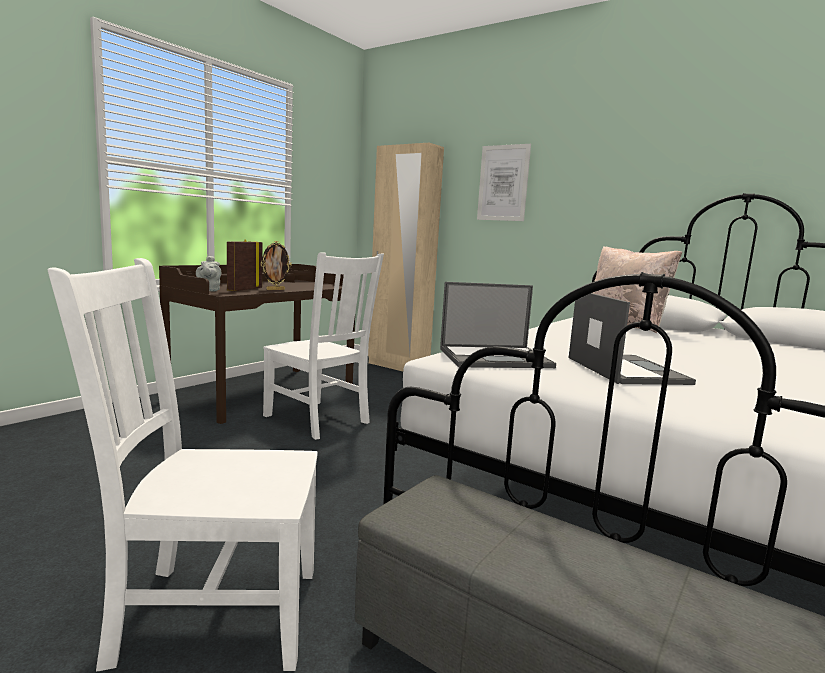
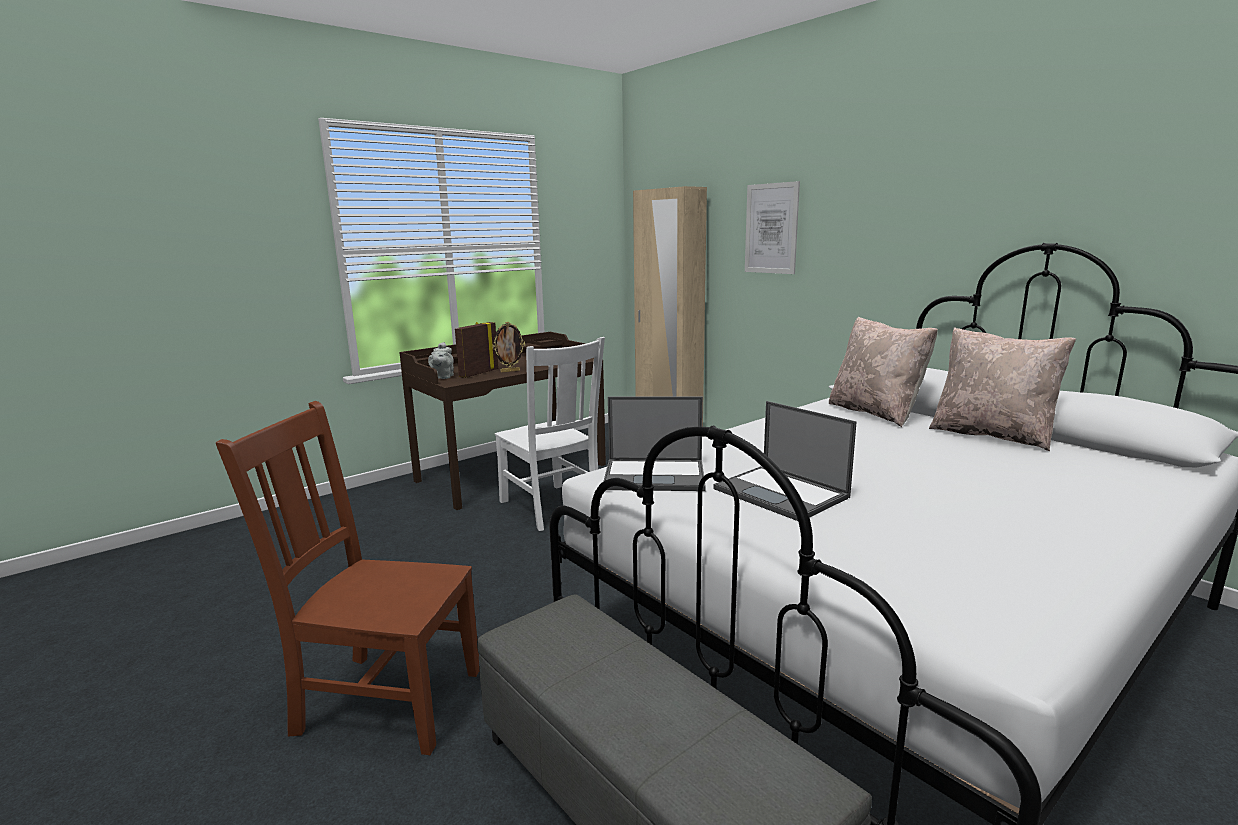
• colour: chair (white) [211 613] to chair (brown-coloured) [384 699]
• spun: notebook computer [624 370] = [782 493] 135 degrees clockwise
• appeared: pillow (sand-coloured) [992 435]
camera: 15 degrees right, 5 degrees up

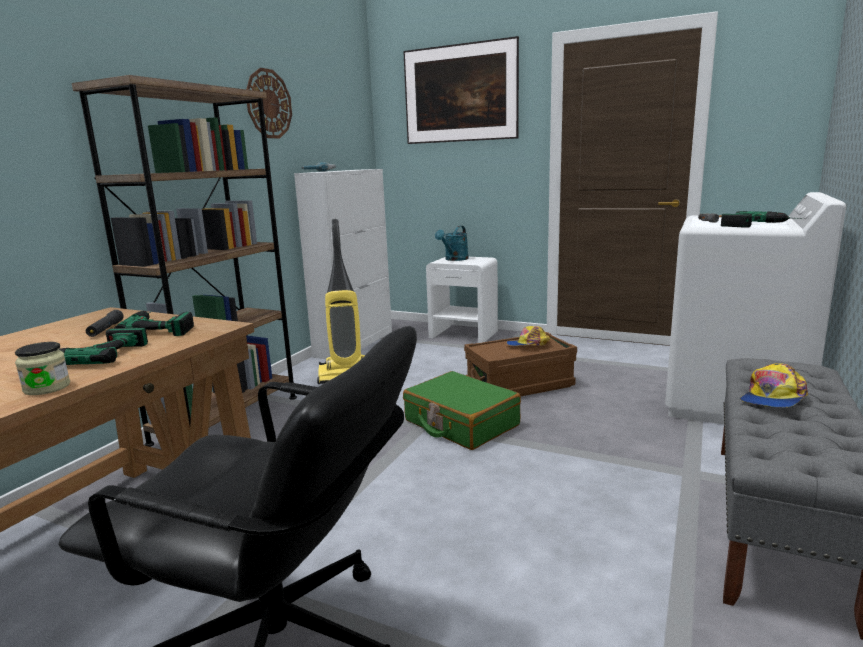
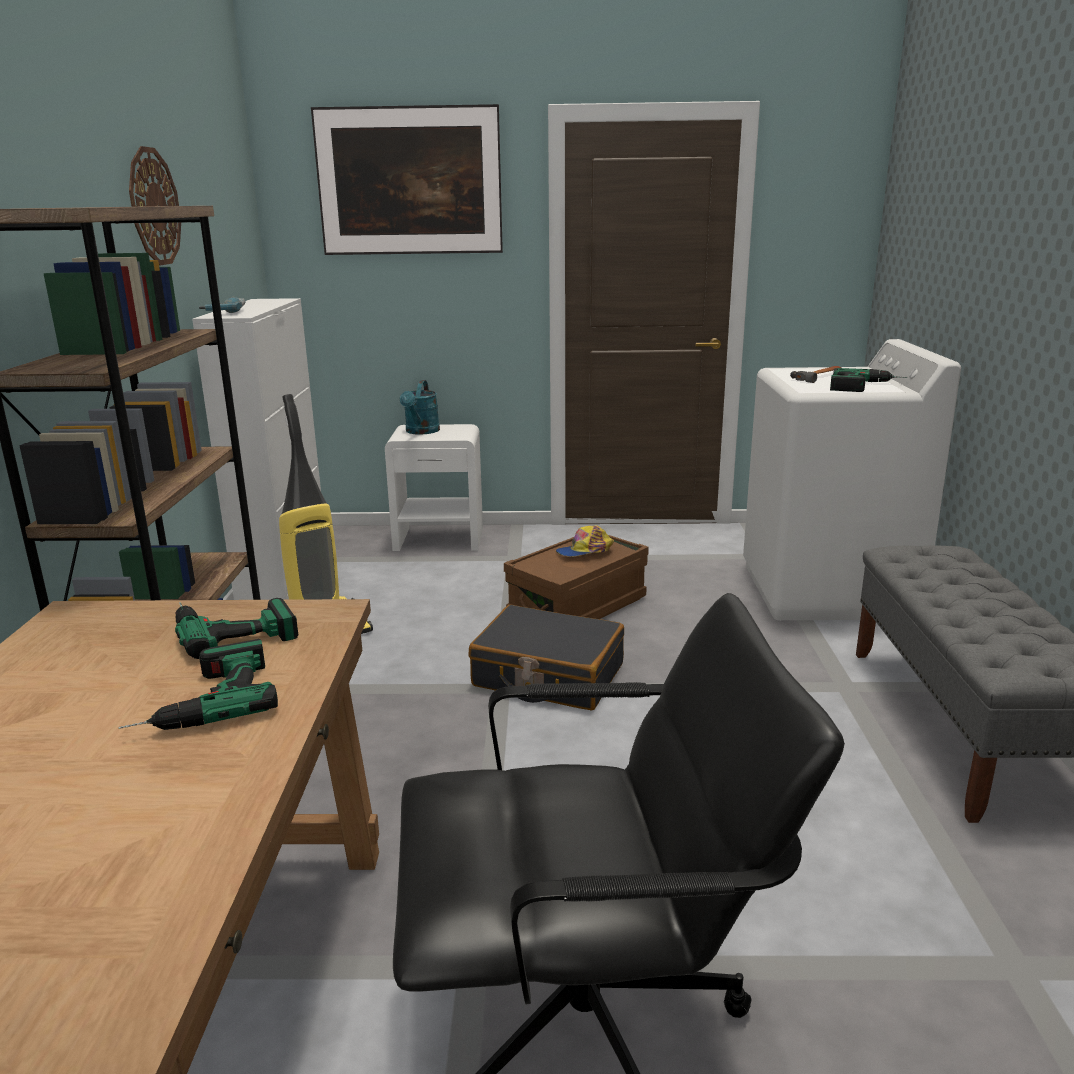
• missing: storage jar [47 388]
• missing: flashlight (blackish) [106 329]
• colour: travel case (green) [461 423] to travel case (blackish) [548 676]
• missing: cap [773 398]
camera: 25 degrees left, 5 degrees up

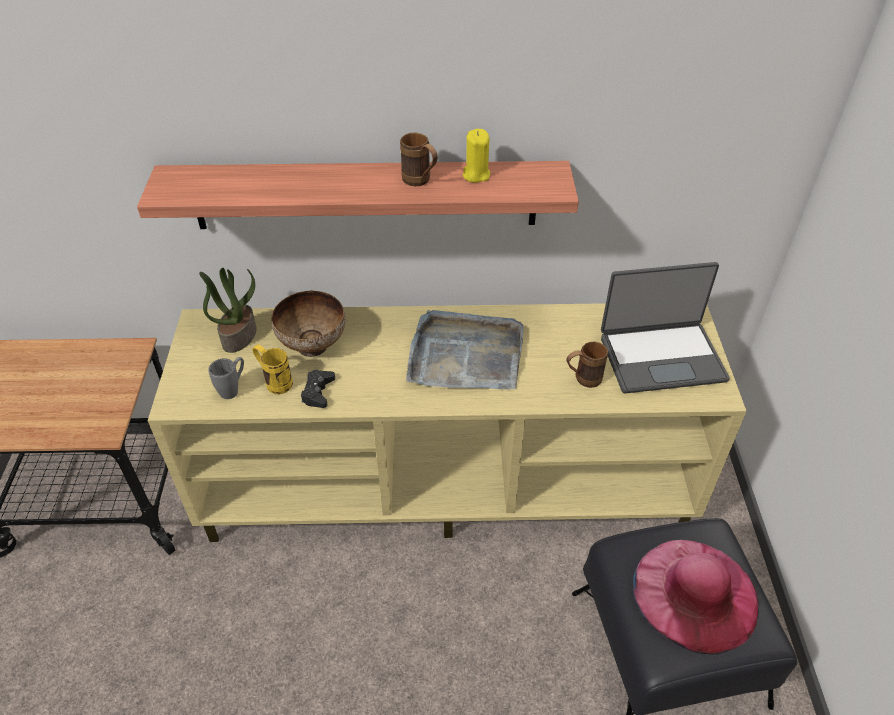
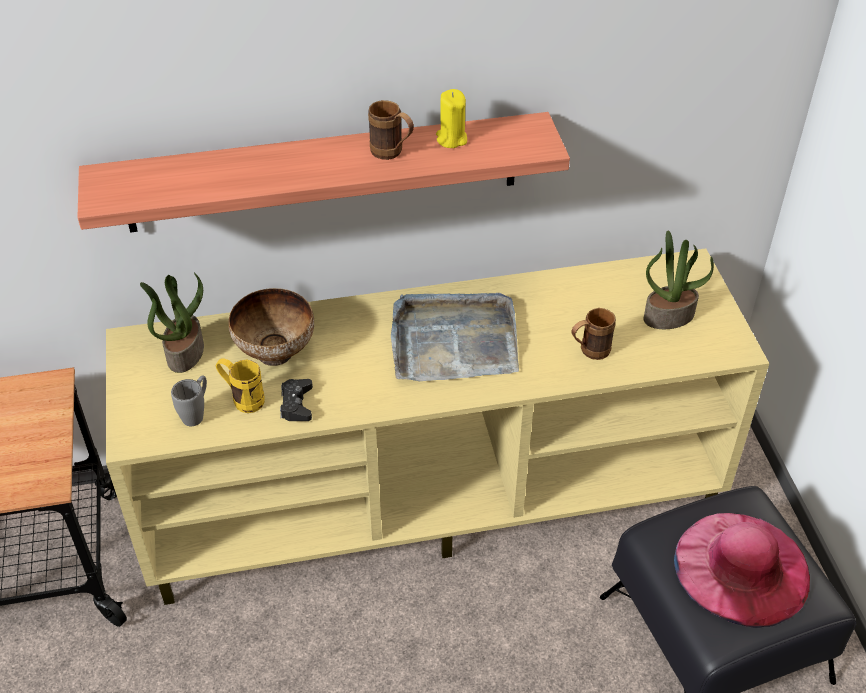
• exchanged: notebook computer [661 357] to plant in a pot [669 316]
camera: 10 degrees left, 0 degrees up

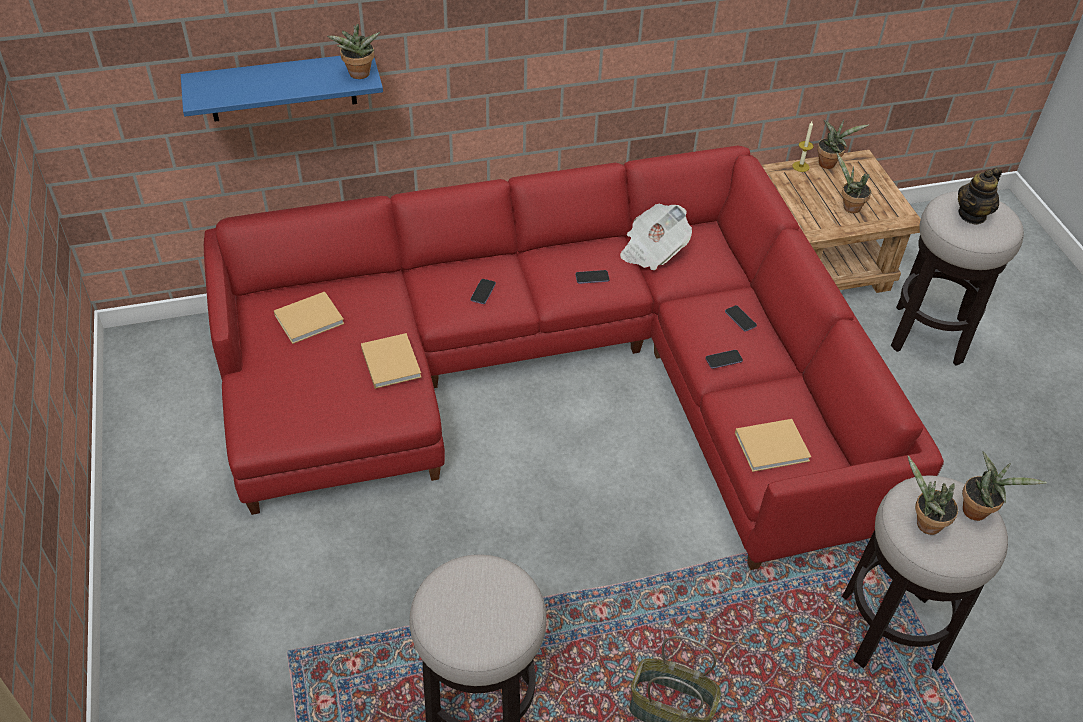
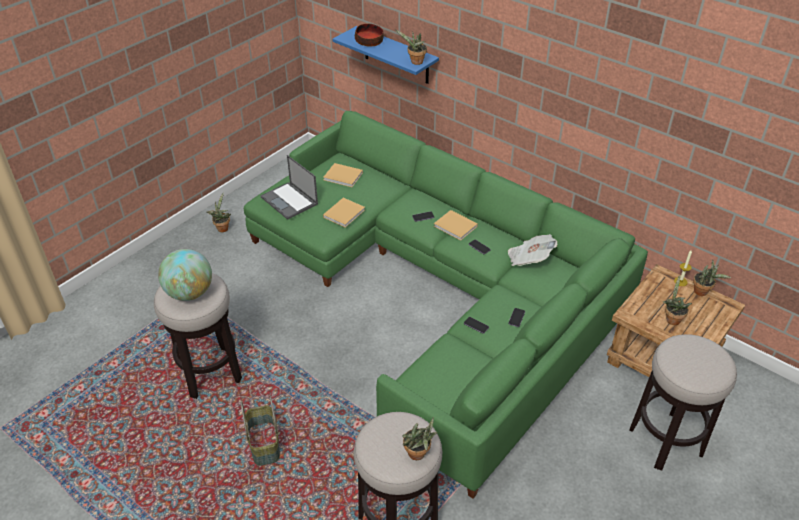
• colour: couch (reddish) [556 372] to couch (green) [439 290]
• relocated: volume (sand-coloured) [773 446] to [456 227]
• relocated: plant in a pot [924 524] to [222 228]
• missing: teapot [972 215]
• appeared: world globe [190 293]
• appeared: notebook computer [290 201]
• appeared: deep dish [369 41]
camera: 55 degrees right, 5 degrees down

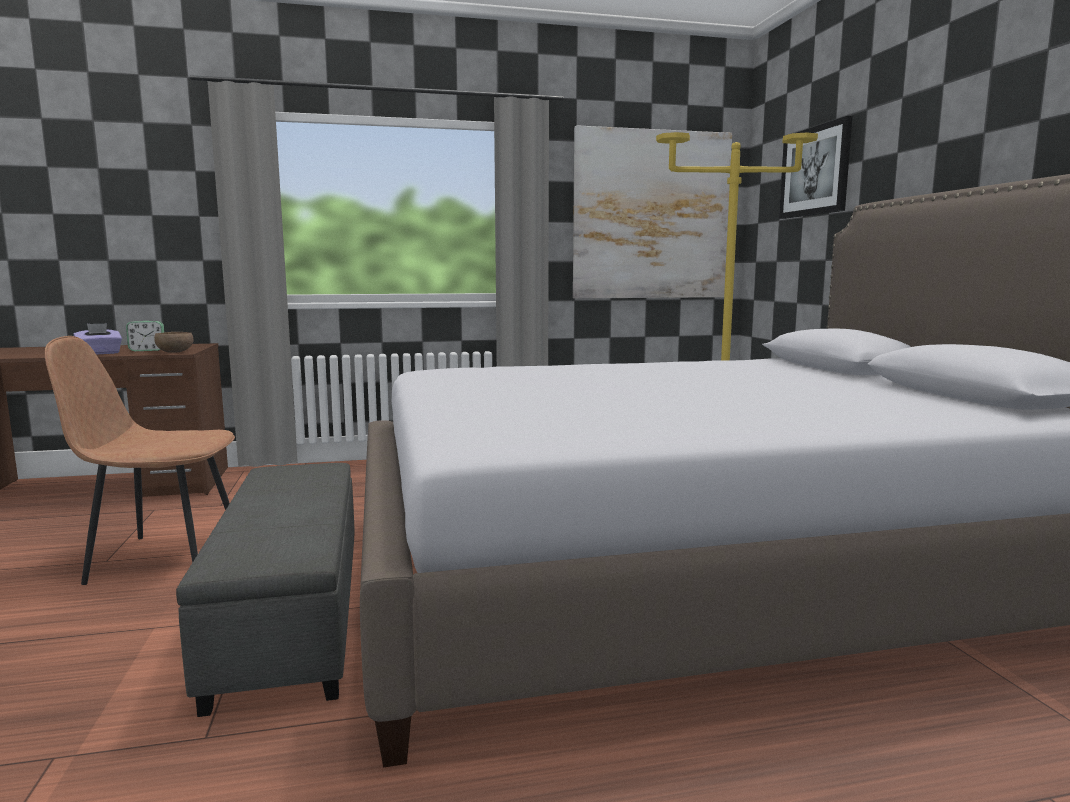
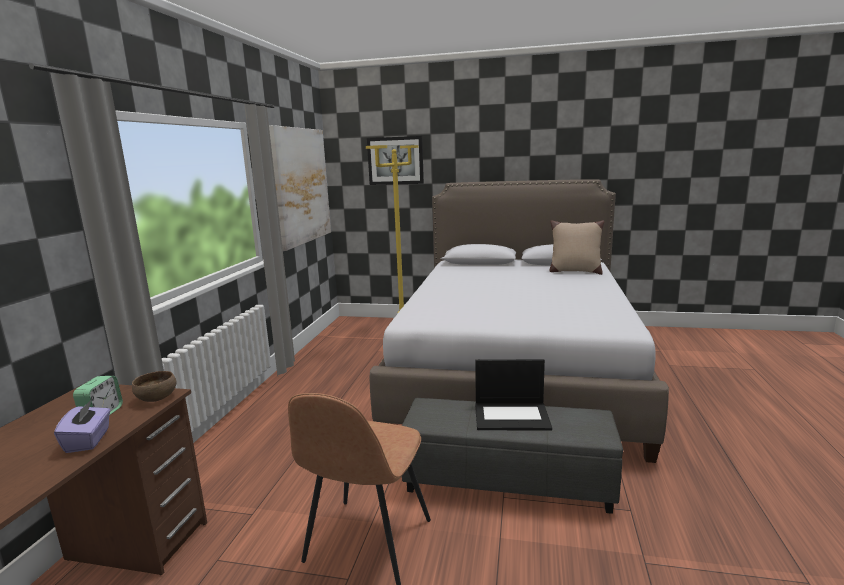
• appeared: notebook computer [512 416]
• appeared: pillow (sand-coloured) [574 271]
camera: 65 degrees left, 5 degrees up

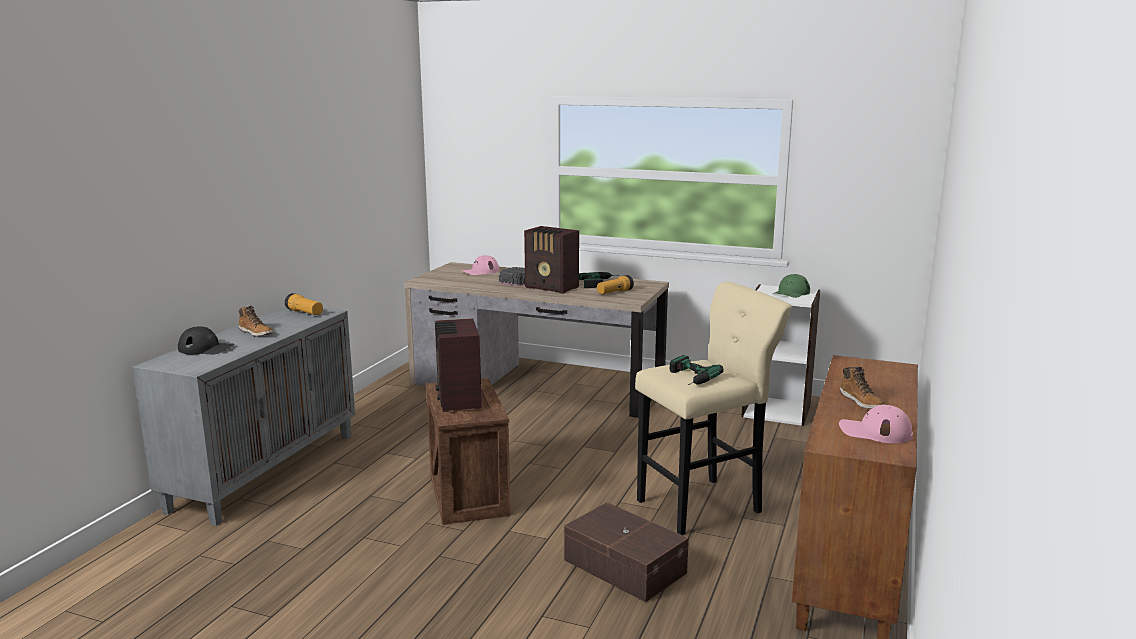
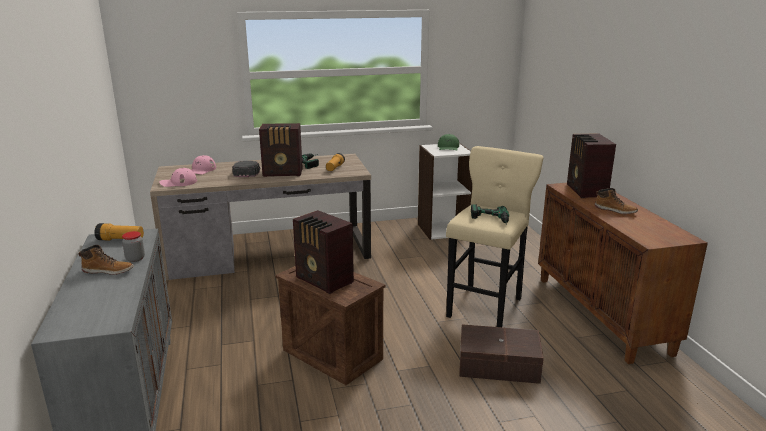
• missing: cap (blackish) [206 348]
• relocated: cap (pink-coloured) [874 432] to [178 182]
• appeared: storage jar [135 259]
• appeared: radio receiver [586 191]
camera: 35 degrees left, 5 degrees up

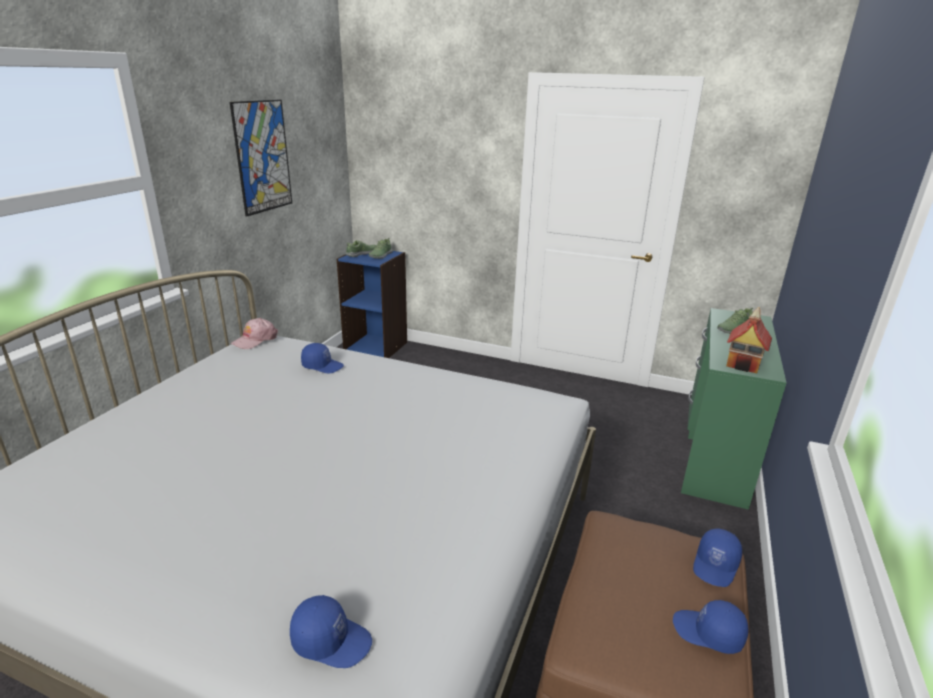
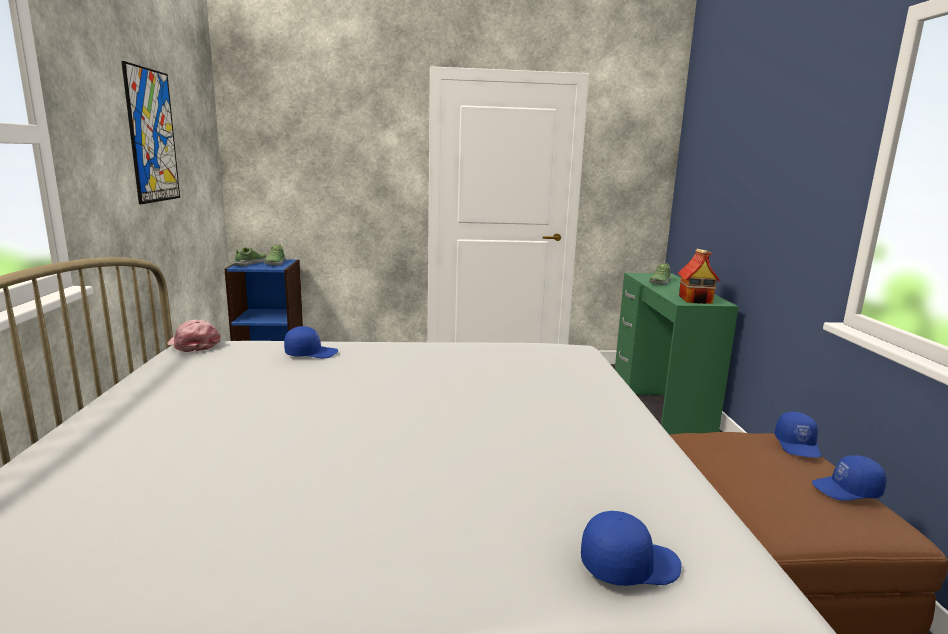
• spun: cap (pink-coloured) [255 340] = [193 344] 120 degrees clockwise
camera: 25 degrees left, 10 degrees down

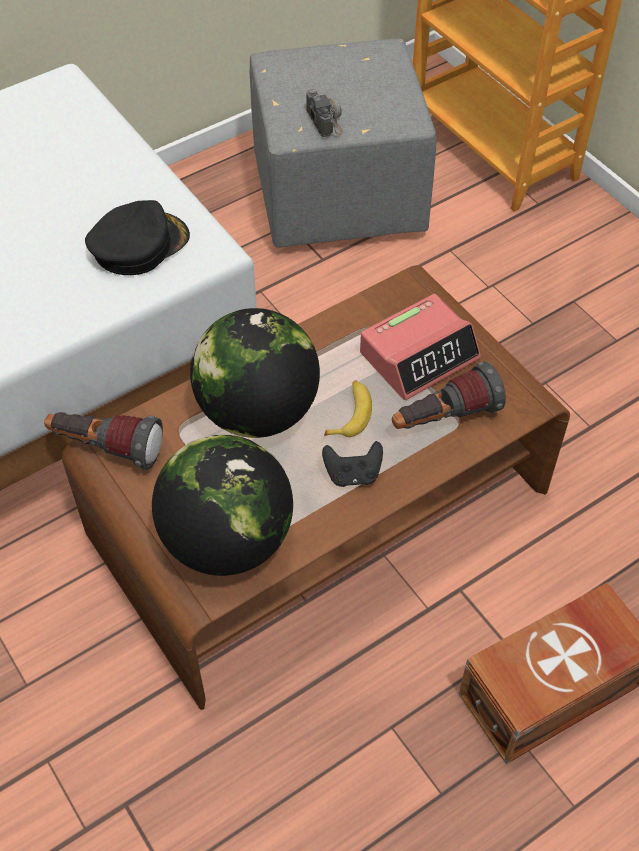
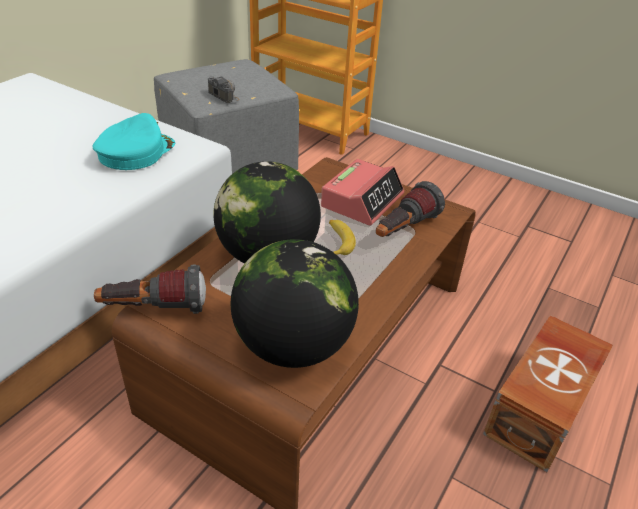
• colour: cap (blackish) [139 244] to cap (turquoise-coloured) [135 152]
• missing: game controller (blackish) [353 474]
camera: 25 degrees left, 15 degrees down

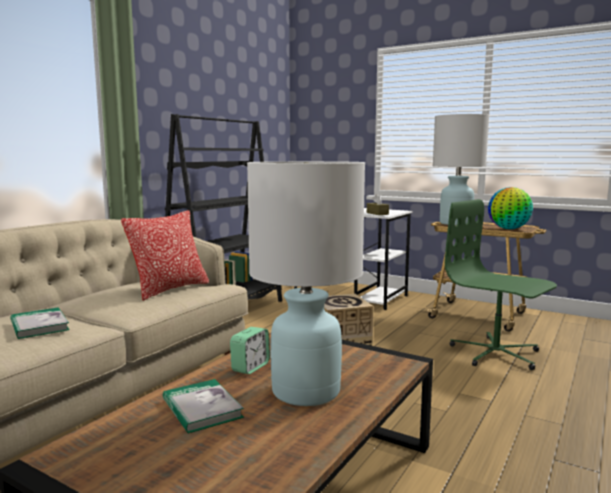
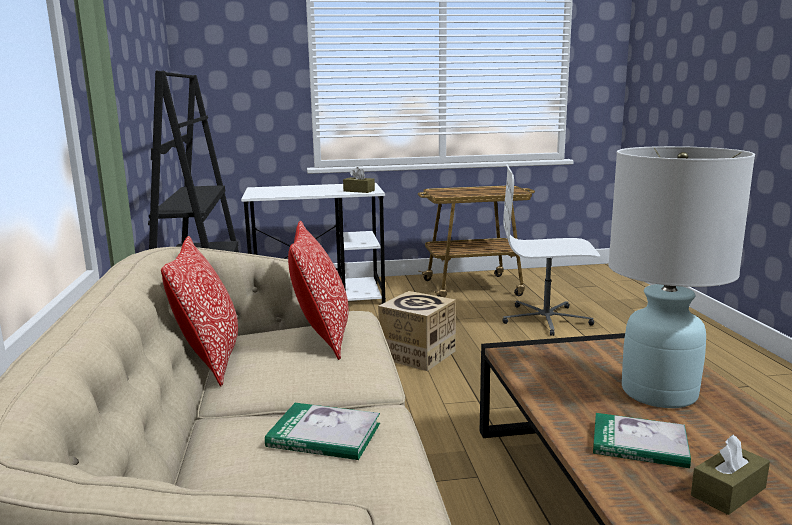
• missing: table clock [250 367]
• missing: table lamp (white) [456 223]
• colour: desk chair (green) [495 354] to desk chair (white) [546 319]
• missing: world globe [508 229]
• appeared: pillow [210 359]
• appeared: tissue box (brown-coloured) [728 492]
camera: 40 degrees left, 5 degrees up

